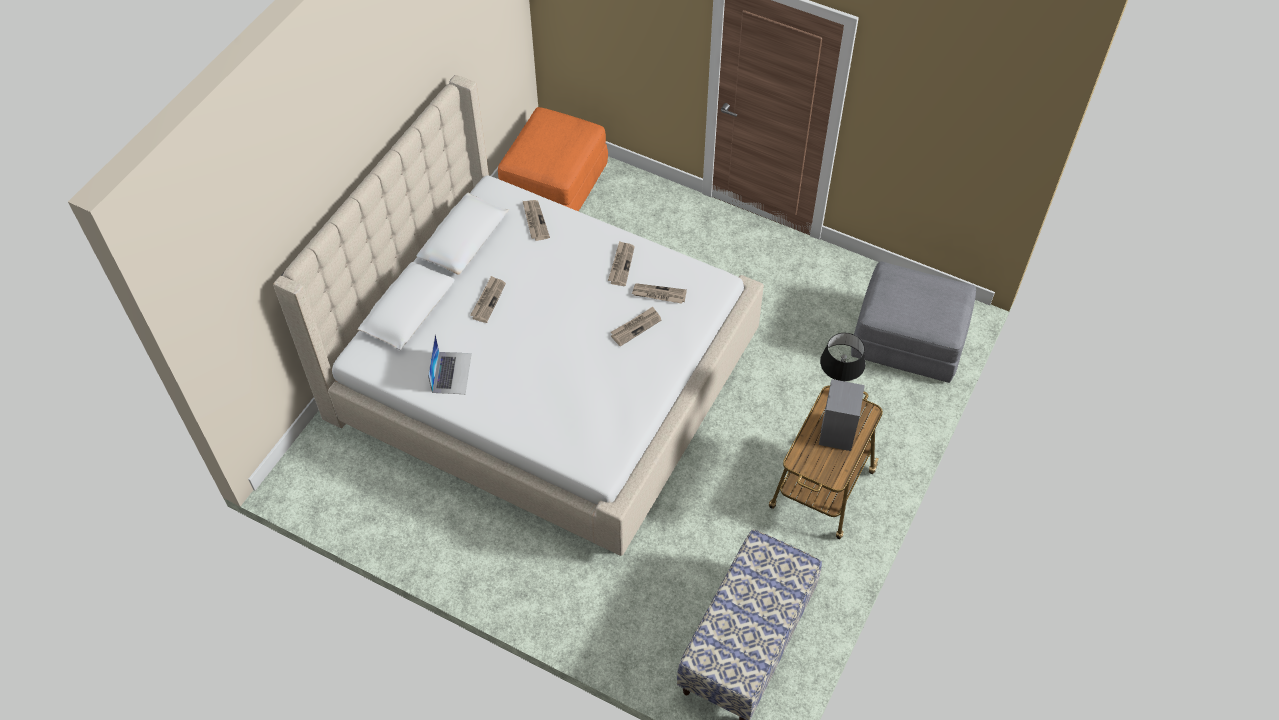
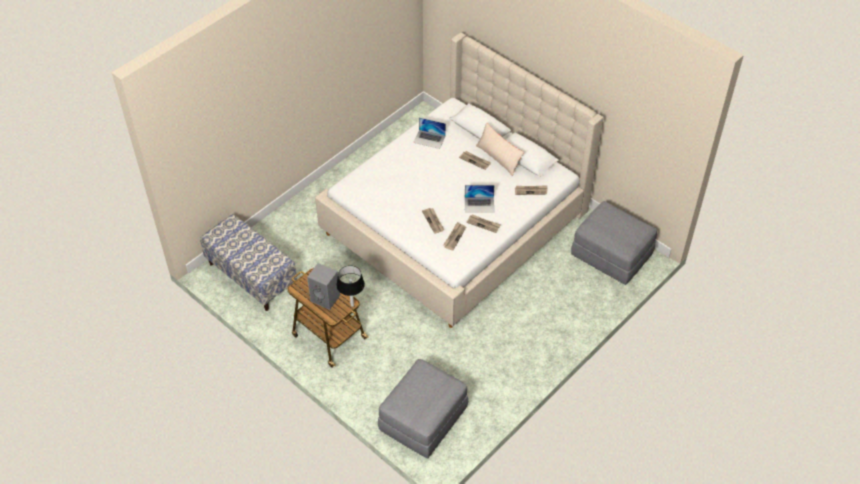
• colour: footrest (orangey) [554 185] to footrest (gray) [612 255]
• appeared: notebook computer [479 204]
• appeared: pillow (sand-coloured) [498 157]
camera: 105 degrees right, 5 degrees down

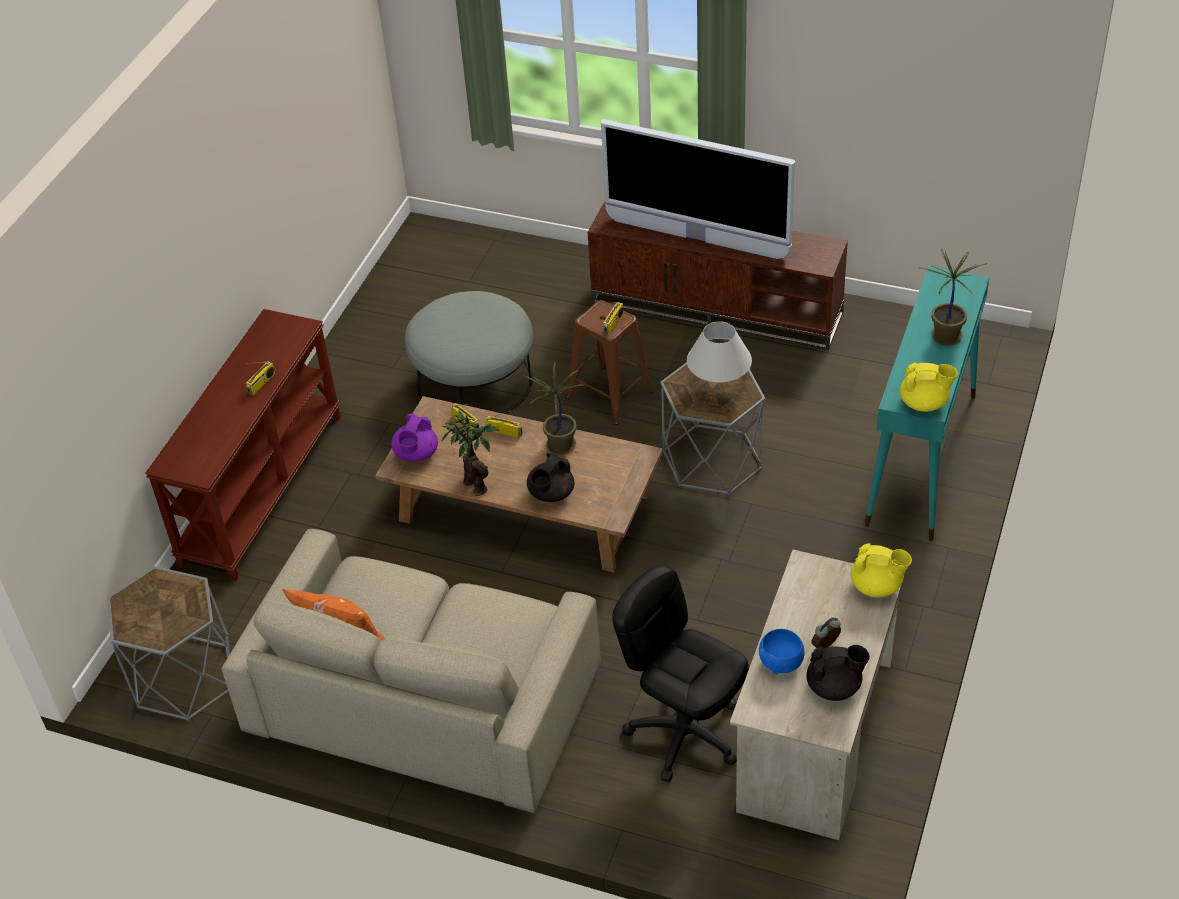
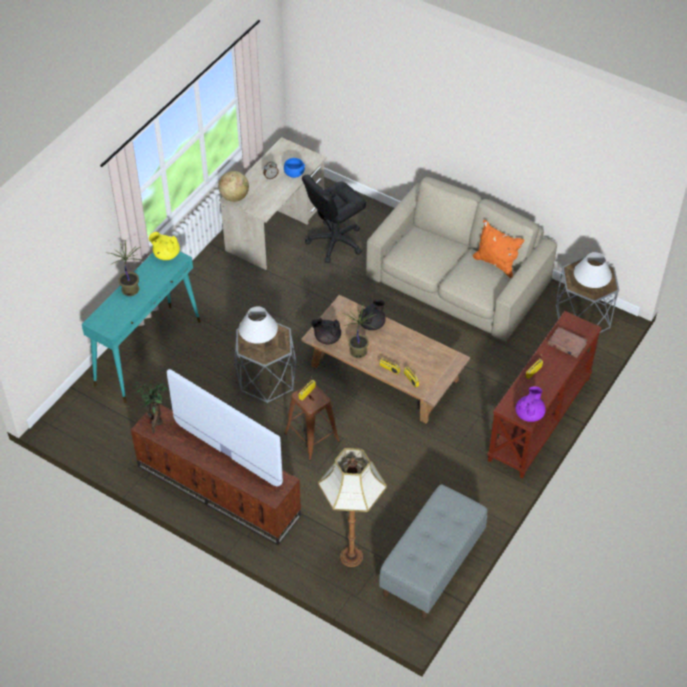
• relocated: teapot (purplish) [416 454] to [529 414]
• missing: footrest (gray) [474 381]
• relocated: plant in a pot [475 483] to [155 421]
• spun: desk chair (blackish) [685 732] = [335 242] 90 degrees clockwise
• relocated: teapot (blackish) [835 687] to [327 338]
• exchanged: teapot (yellow) [877 586] to world globe [234 197]
• appeared: floor lamp [351 557]
• appeared: indoor bench (gray) [432 566]
• appeared: volume (brown-coloured) [566 344]
• appeared: table lamp (white) [589 287]
camera: 170 degrees left, 5 degrees up

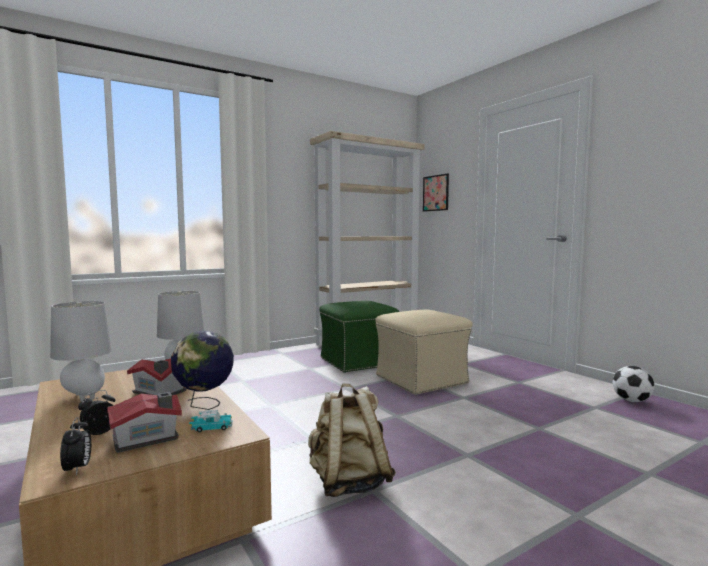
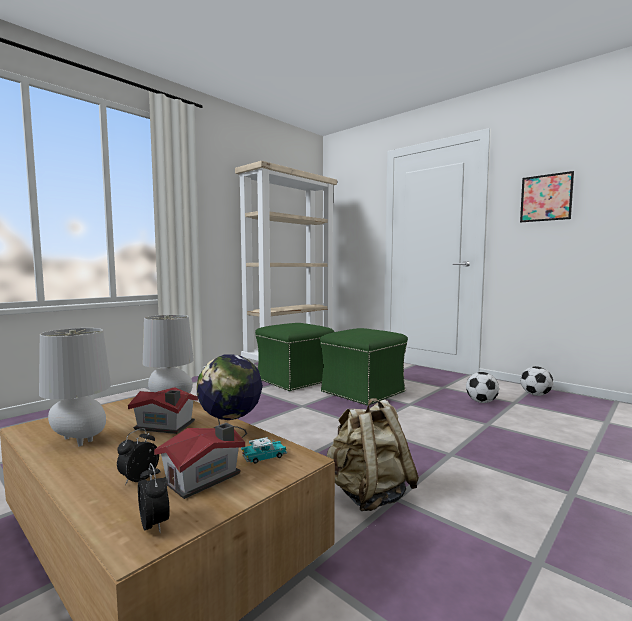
• colour: footrest (sand-coloured) [422 379] to footrest (green) [363 392]
• relocated: wall art [436 193] to [546 198]
• appeared: football ball [481 402]
camera: 15 degrees left, 0 degrees up

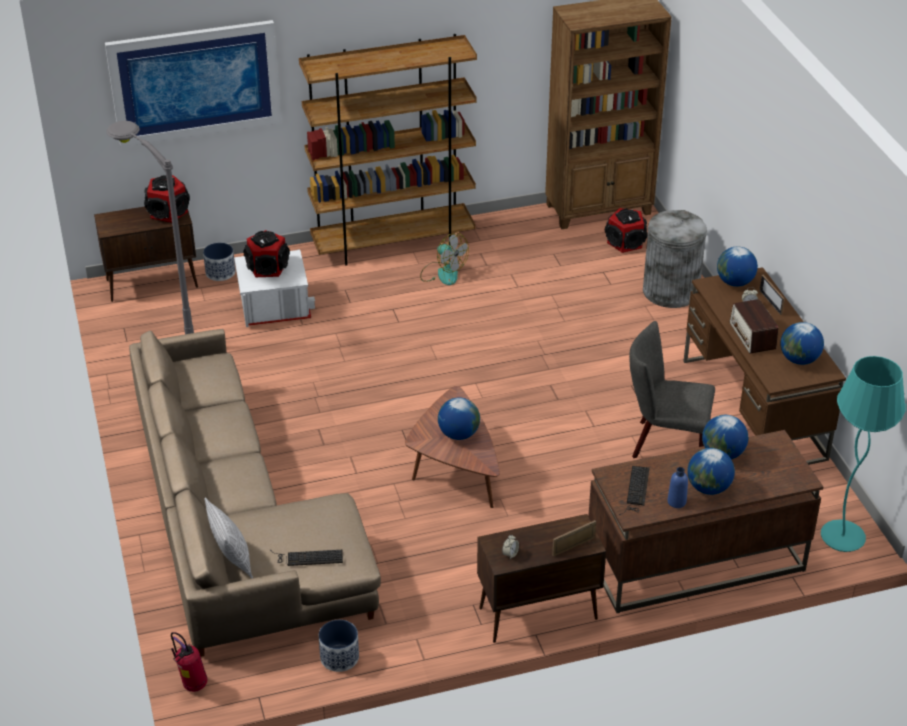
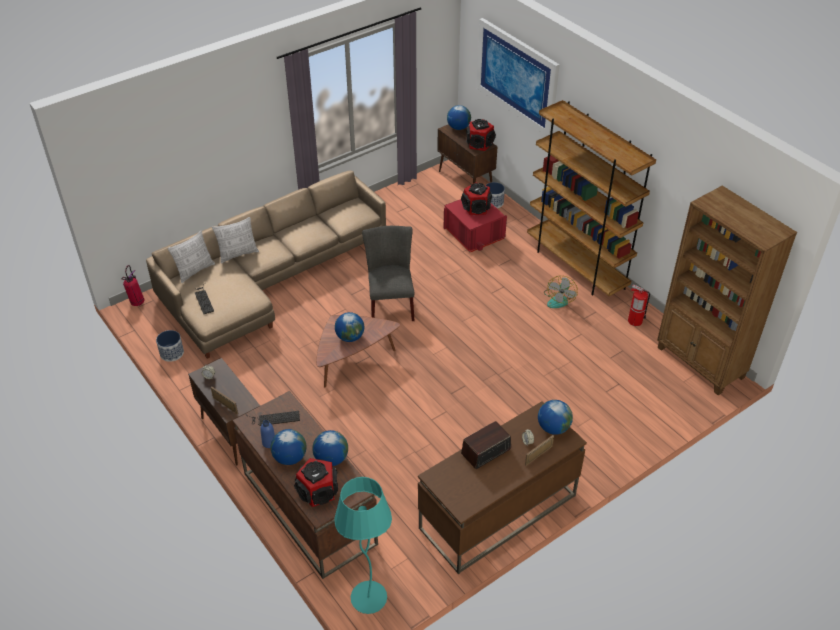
• missing: floor lamp (gray) [162 327]
• colour: storage container (white) [274 306] to storage container (reddish) [474 234]
• relocated: audio speaker [625 242] to [318 491]
• relocated: chair (gray) [665 444] to [390 304]
• missing: rubbish bin (gray) [670 291]
• relocated: world globe [799 360] to [458 127]
• appeared: pillow [238 254]
• appeared: fire-fighting cylinder [634 321]
camera: 70 degrees right, 5 degrees up

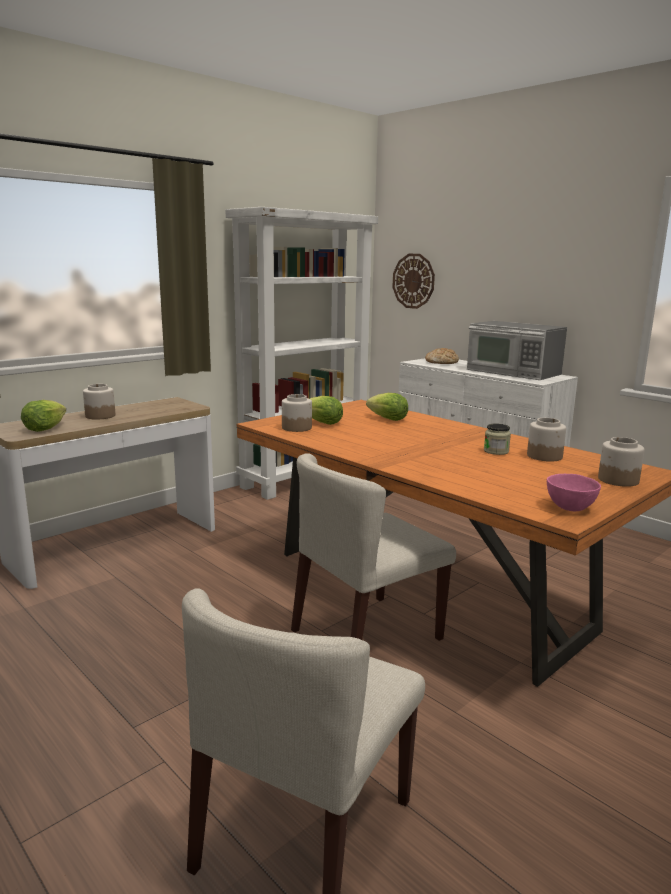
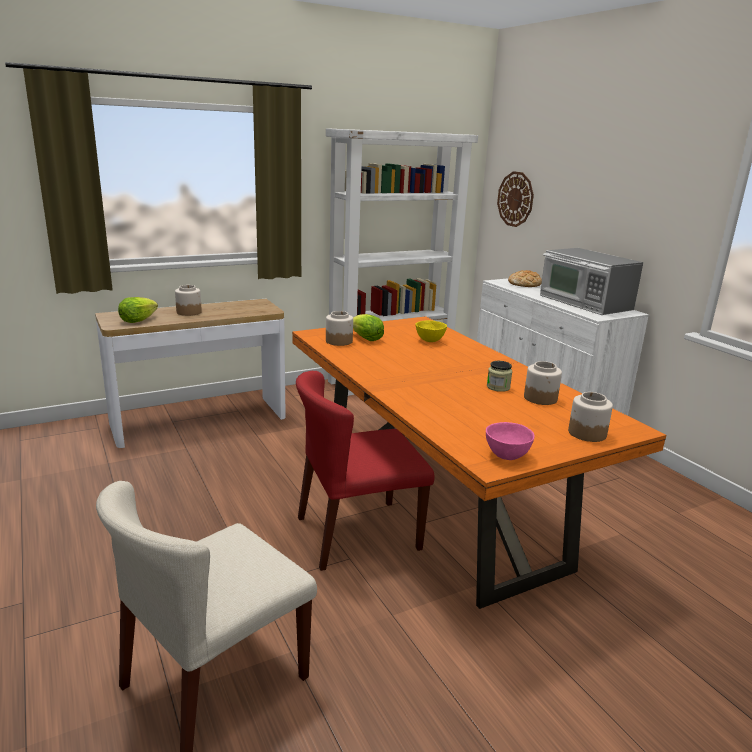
• colour: chair (sand-coloured) [366 635] to chair (reddish) [357 534]
• exchanged: lettuce head [388 419] to deep dish (yellow) [429 341]
camera: 15 degrees right, 5 degrees up

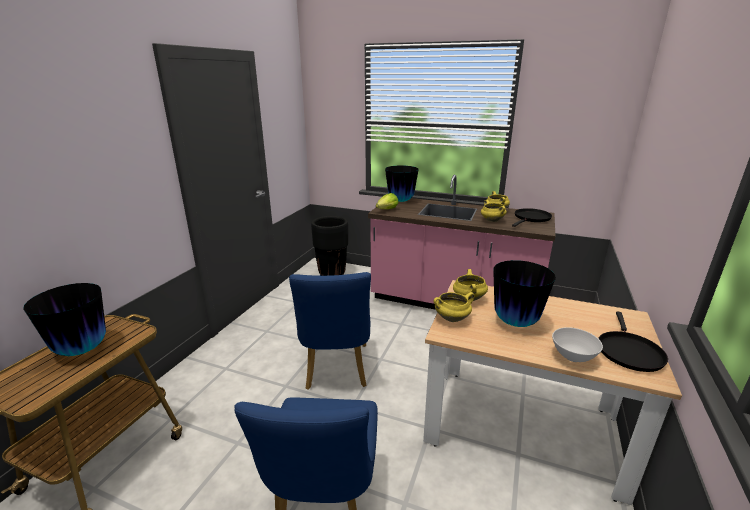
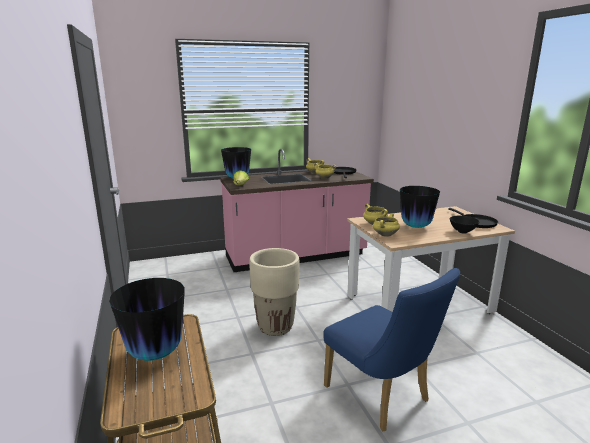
• exchanged: chair (blue) [336 370] to plant pot (sand-coloured) [275 327]
• missing: plant pot (blackish) [331 274]
• colour: deep dish (white) [572 357] to deep dish (blackish) [462 232]
camera: 40 degrees left, 5 degrees down

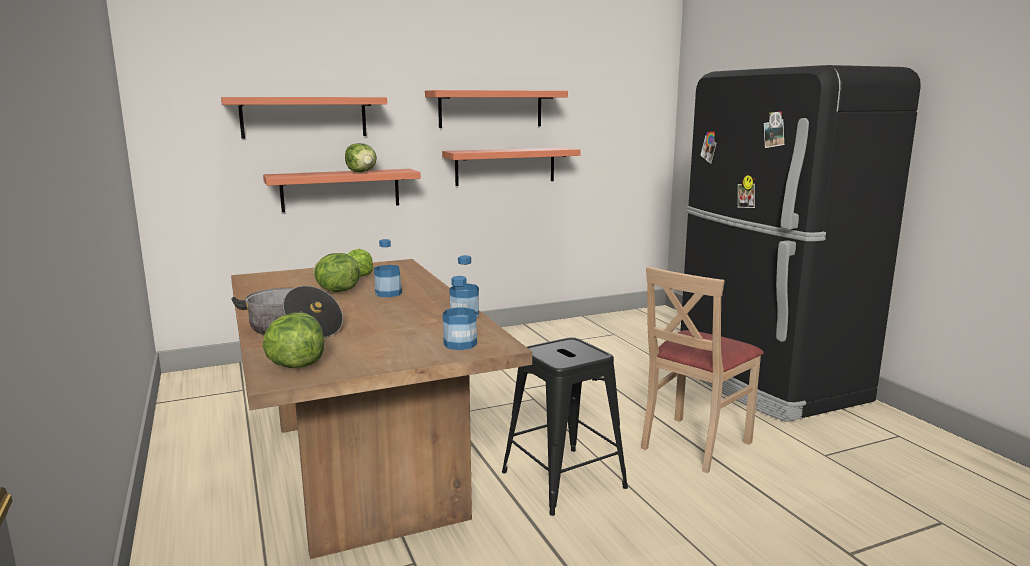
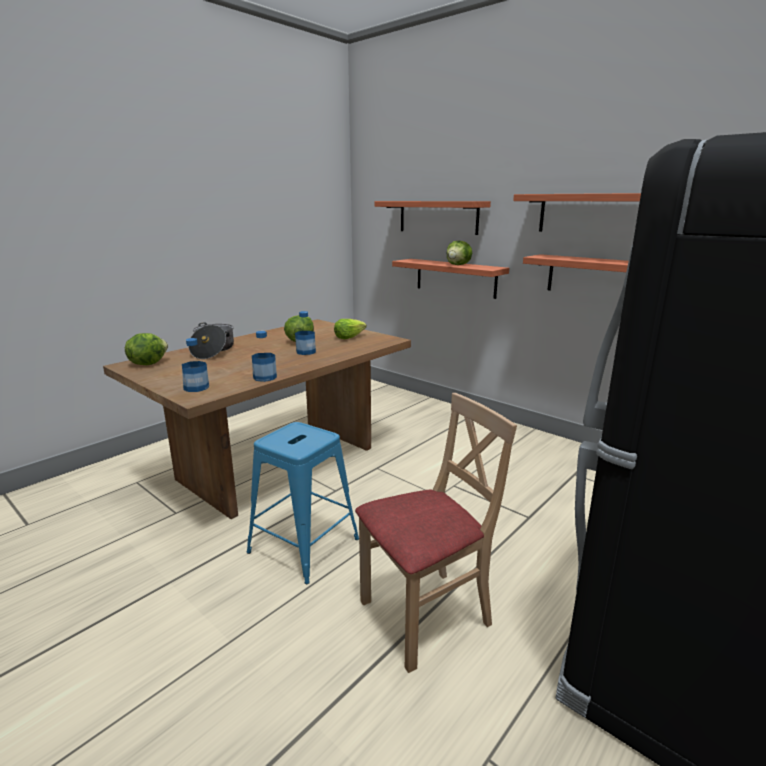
• colour: stool seat (blackish) [562 480] to stool seat (blue) [303 545]
• spun: chair (sand-coloured) [694 443] = [426 615] 135 degrees clockwise
camera: 65 degrees right, 5 degrees up

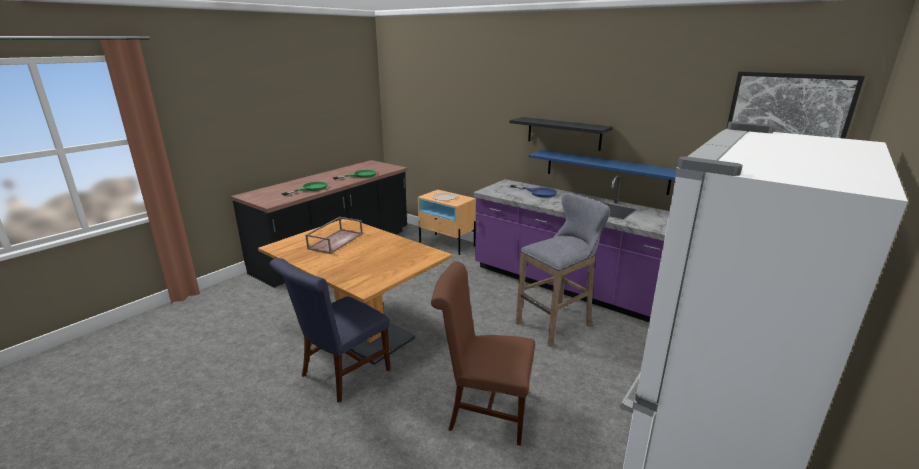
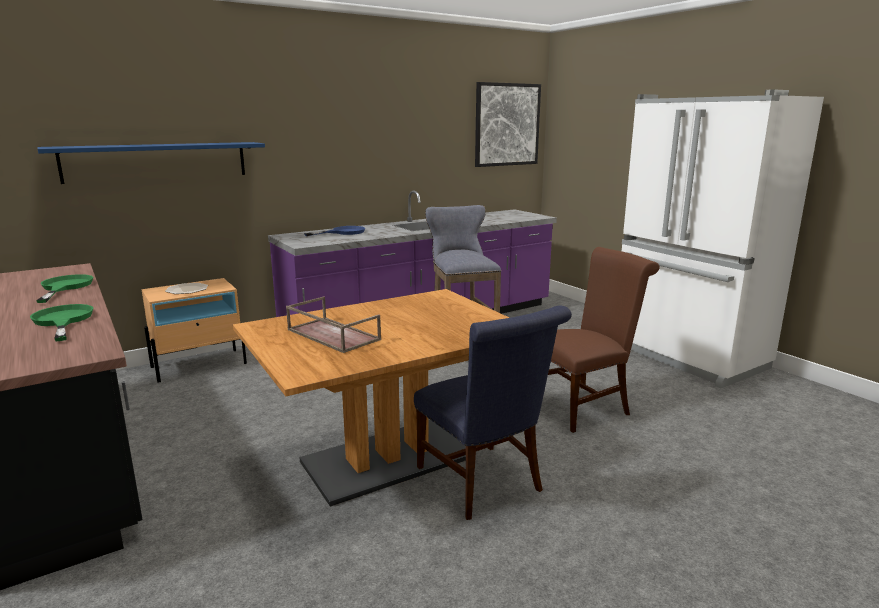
• spun: chair (brown-coloured) [483 410] = [582 406] 150 degrees counterclockwise
• missing: bracket shelf (blackish) [563 133]
• relocated: bracket shelf (blue) [605 171] to [157 161]
camera: 70 degrees left, 5 degrees down

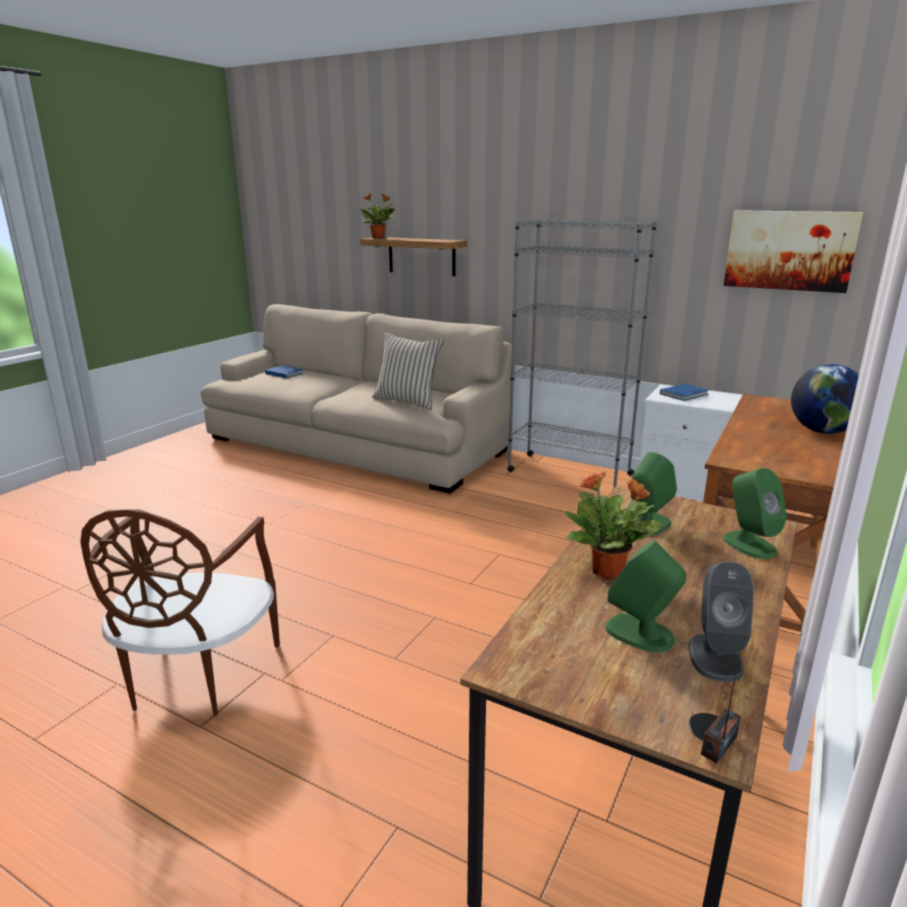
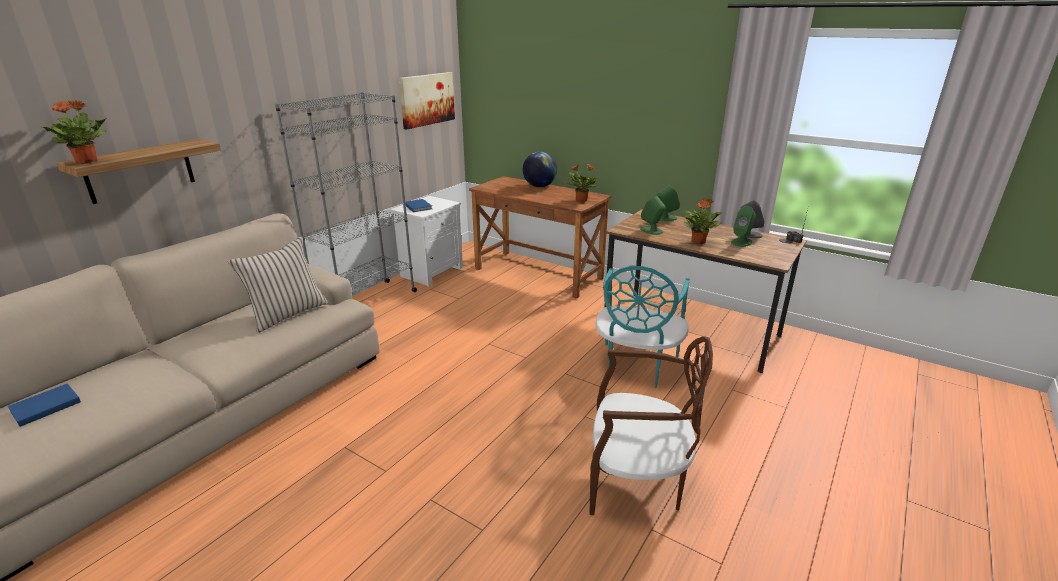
• appeared: plant in a pot [581 200]
• appeared: chair (turquoise-coloured) [636 366]
camera: 85 degrees left, 5 degrees up

